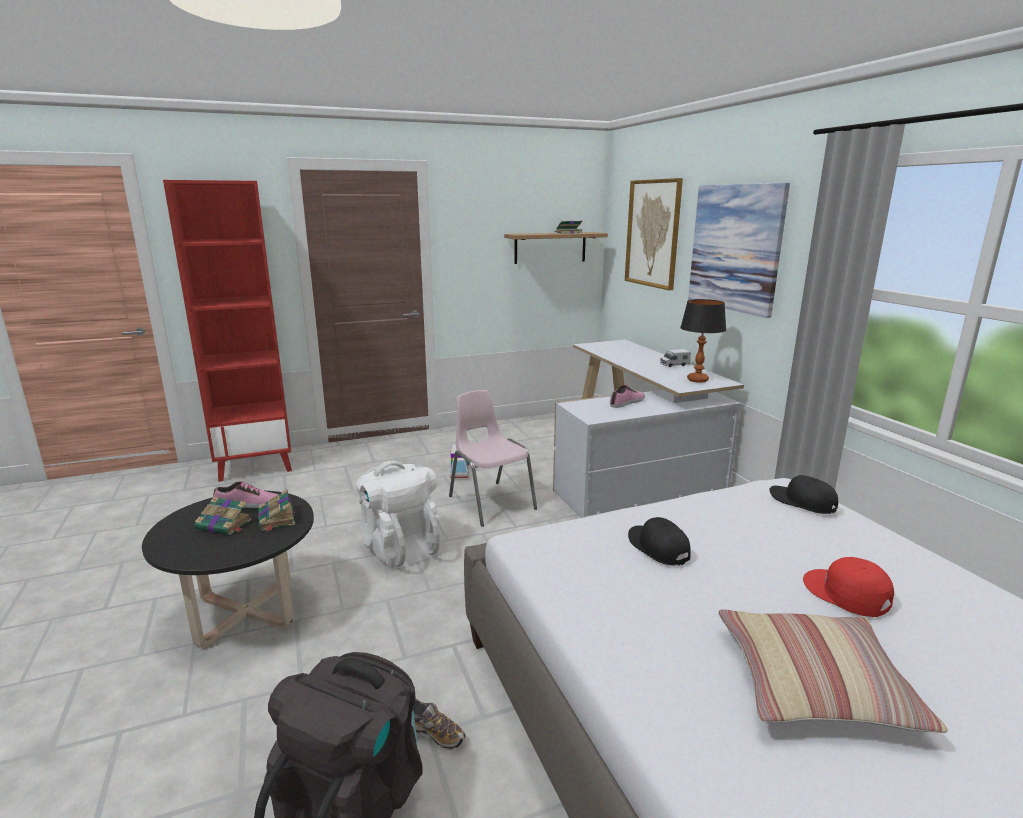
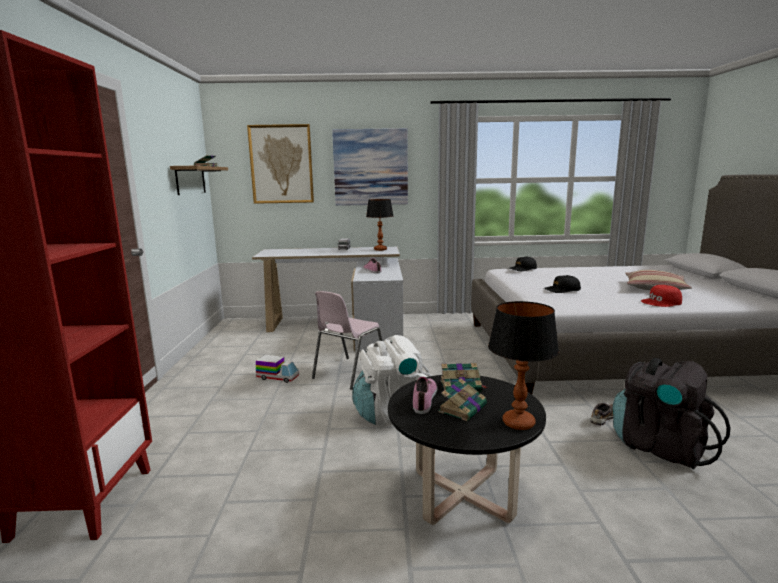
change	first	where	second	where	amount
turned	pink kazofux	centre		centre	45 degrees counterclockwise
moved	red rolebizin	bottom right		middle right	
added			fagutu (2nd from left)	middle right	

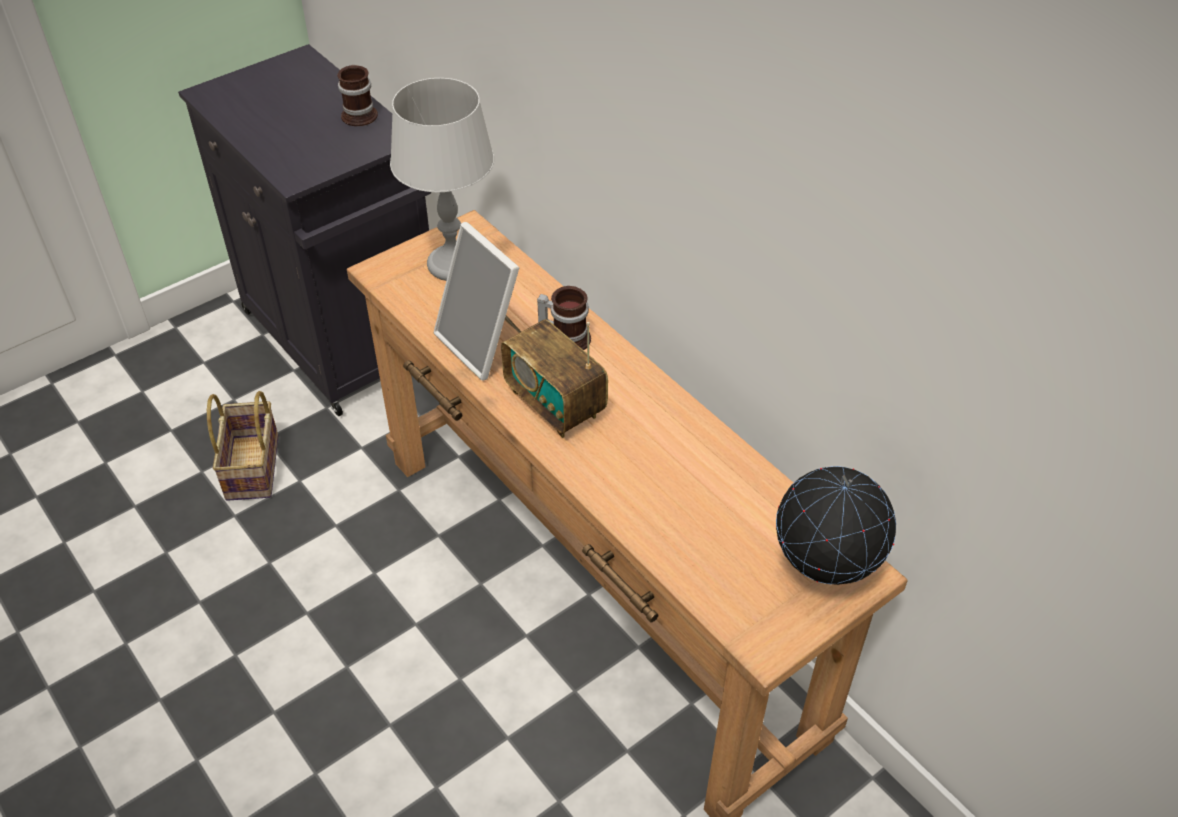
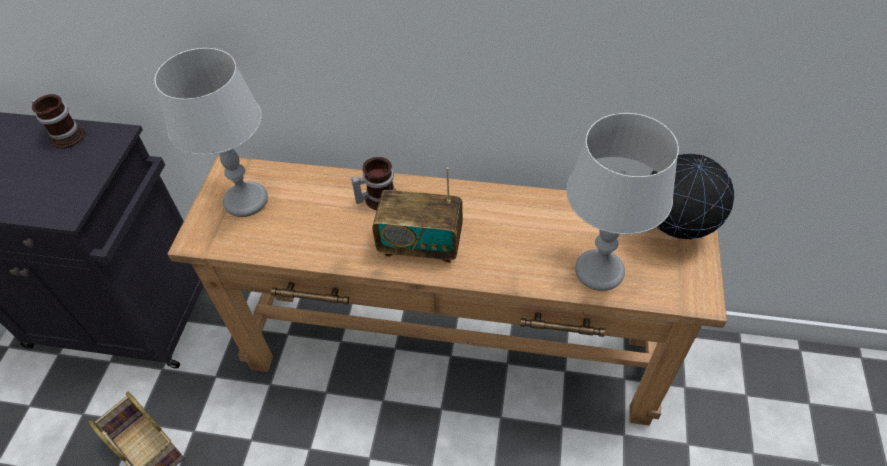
change	first	where	second	where	amount
removed	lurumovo	centre			
added			grey fagutu (2nd from left)	middle right	

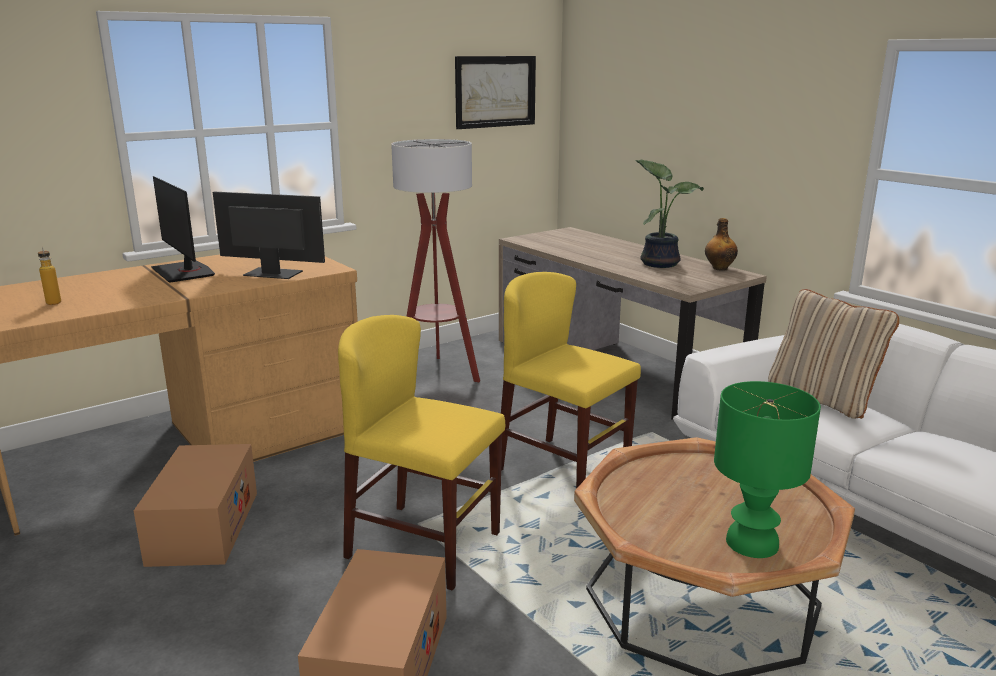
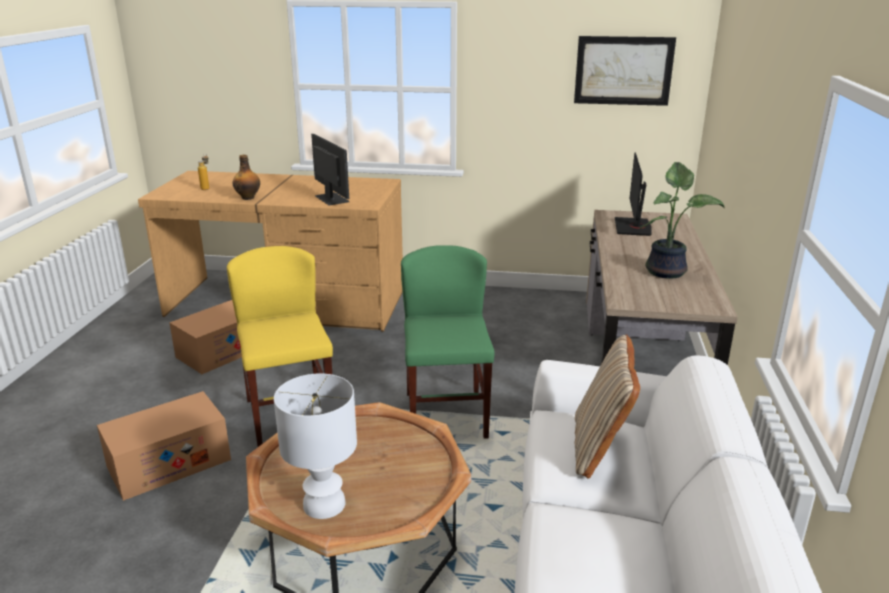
change	first	where	second	where	amount
removed	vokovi	centre			
moved	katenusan (1st from left in the first image)	middle left	katenusan (2nd from left)	top right	
moved	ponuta (2nd from left)	middle right		top left	
recoloured	yellow kazofux (2nd from left)	centre	green kazofux	centre	
recoloured	green fagutu	bottom right	white fagutu	bottom centre	

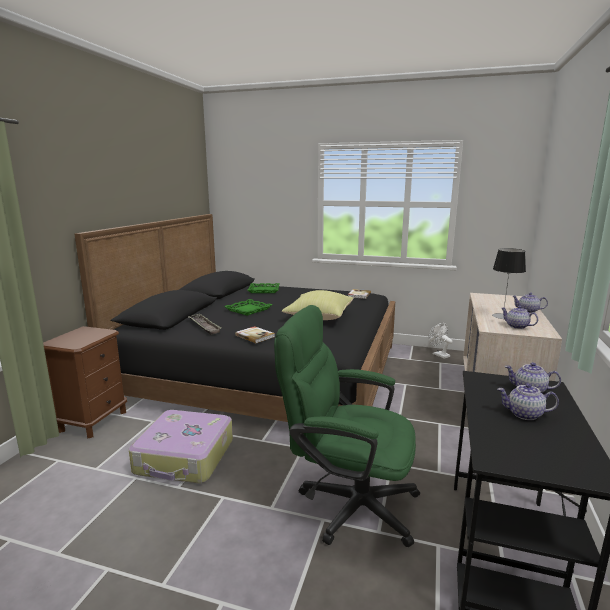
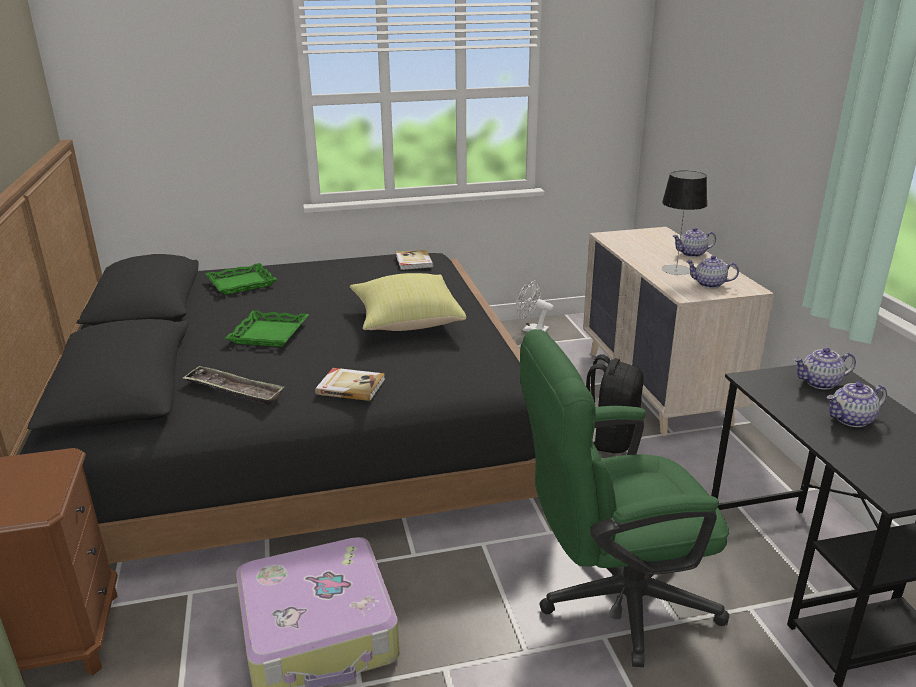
change	first	where	second	where	amount
added			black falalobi	middle right	

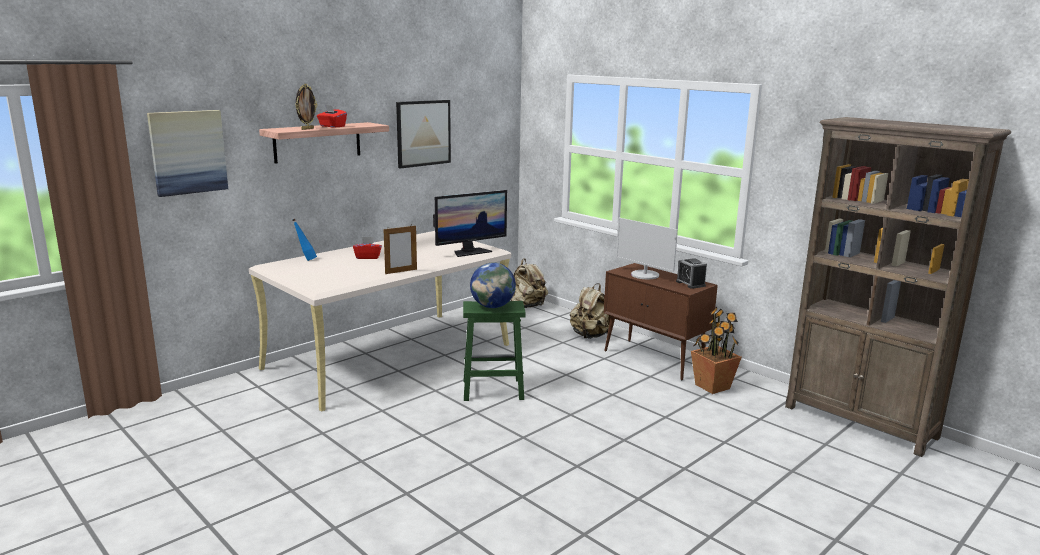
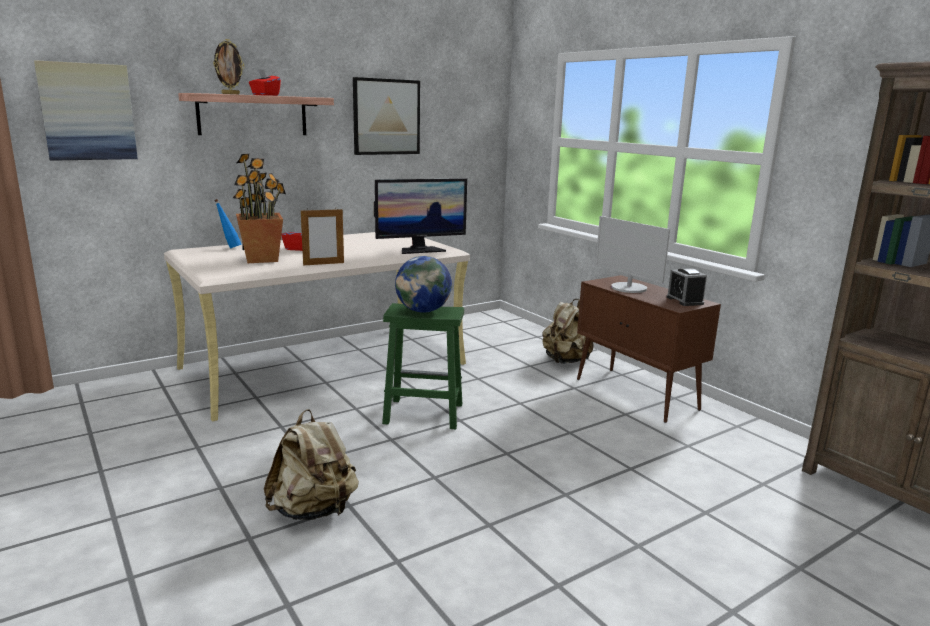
change	first	where	second	where	amount
moved	beige falalobi (1st from left)	centre		bottom centre	
moved	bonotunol	middle right		top left	

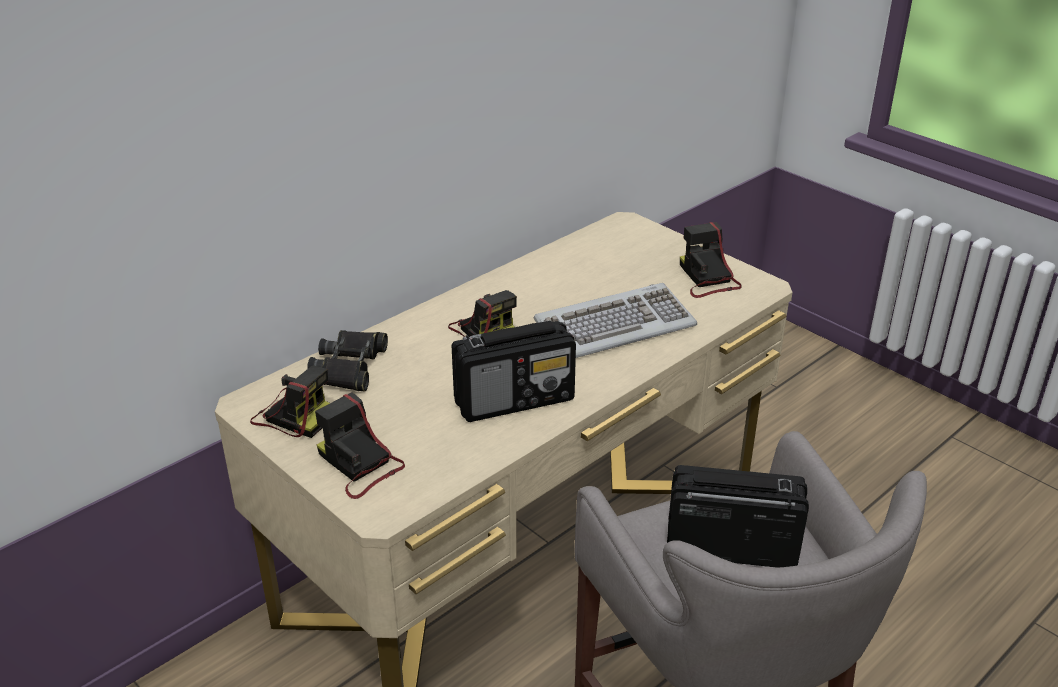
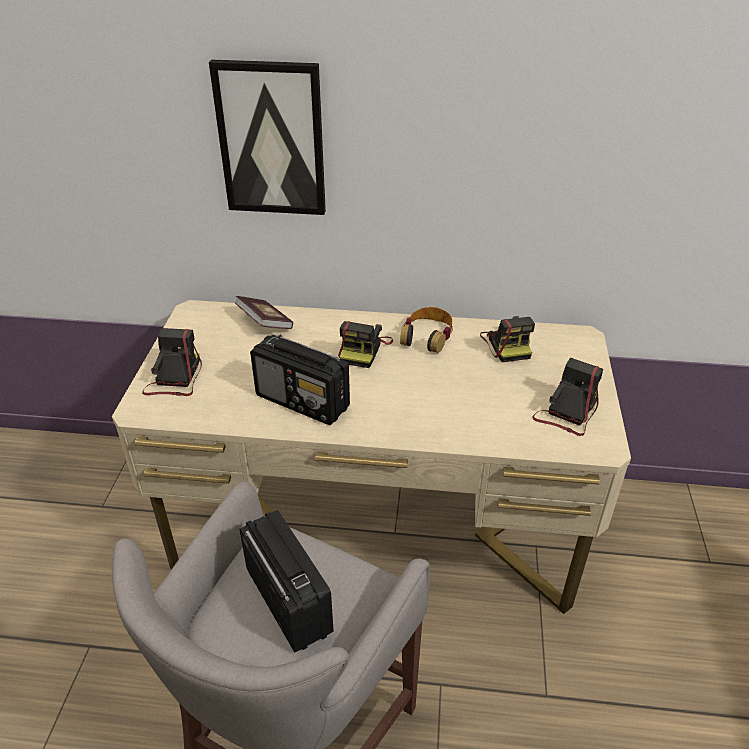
change	first	where	second	where	amount
removed	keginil	centre			
replaced	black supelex	middle left	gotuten	centre	
moved	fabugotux (1st from left in the first image)	middle left	fabugotux (3rd from left)	middle right	
added			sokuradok	top centre	
added			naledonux	centre	

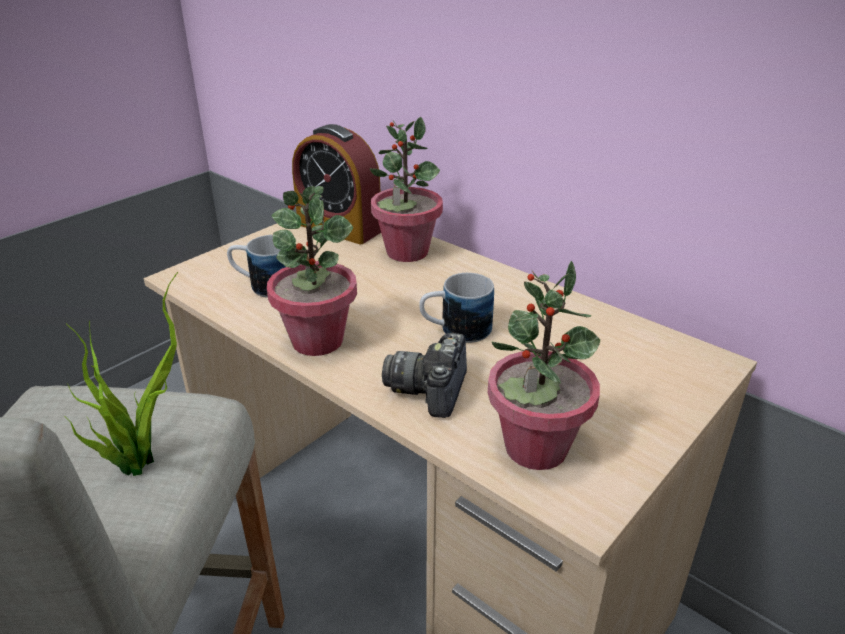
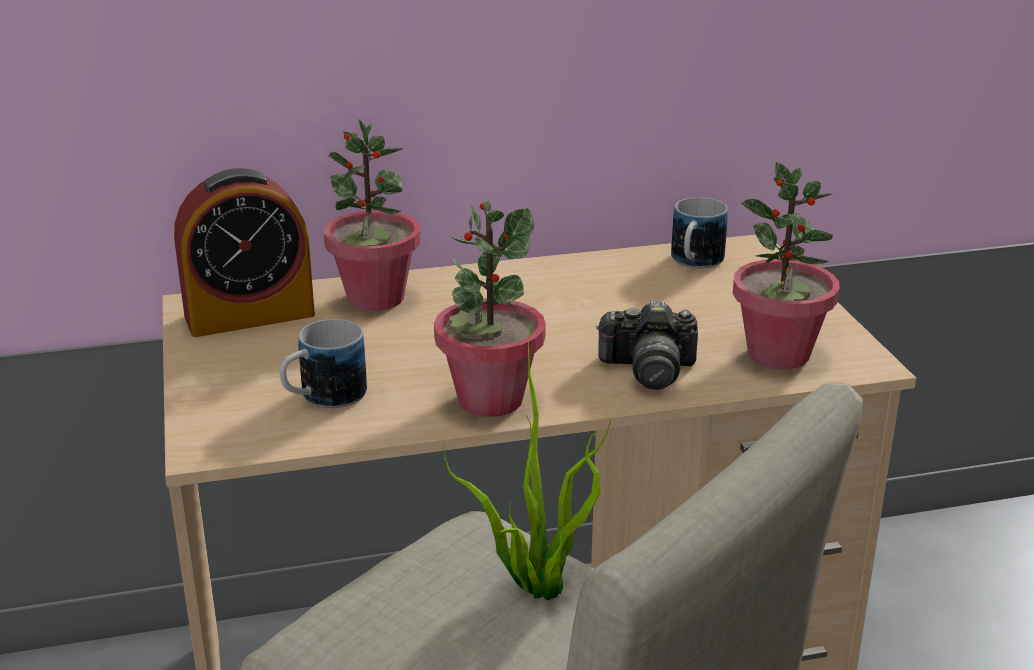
change	first	where	second	where	amount
moved	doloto (2nd from left)	centre		middle right	
turned	fabugotux	centre		centre	45 degrees counterclockwise

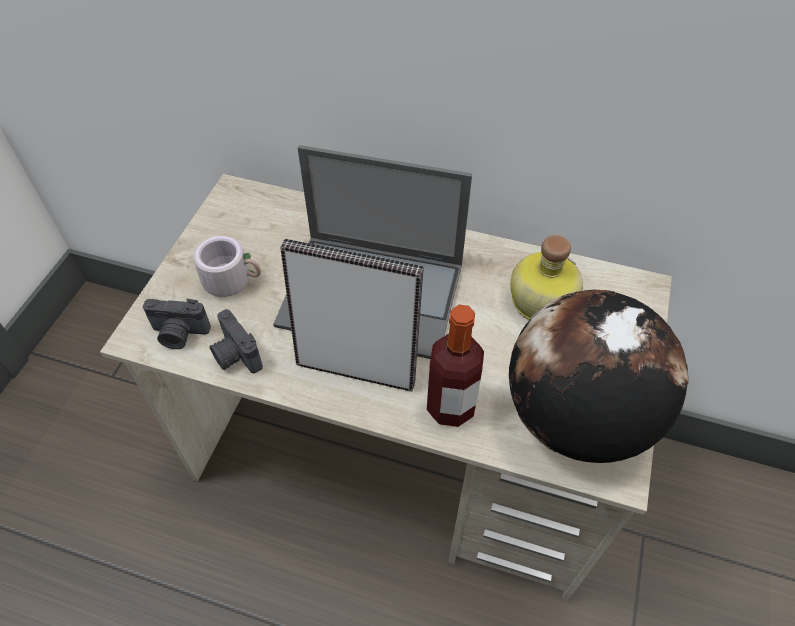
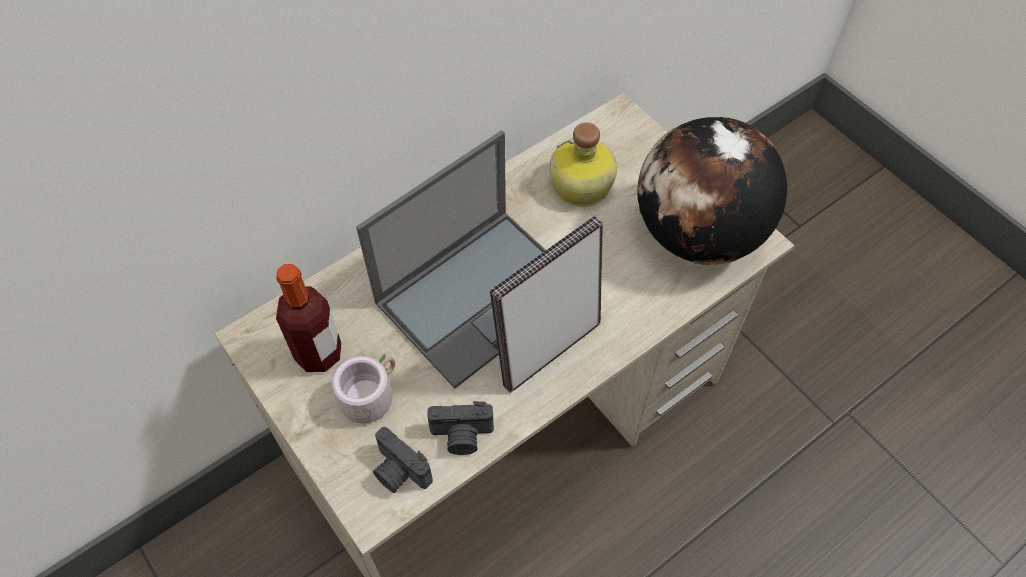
change	first	where	second	where	amount
turned	fabugotux (1st from left)	middle left		bottom centre	90 degrees clockwise
moved	ponuta (1st from left)	centre		middle left	

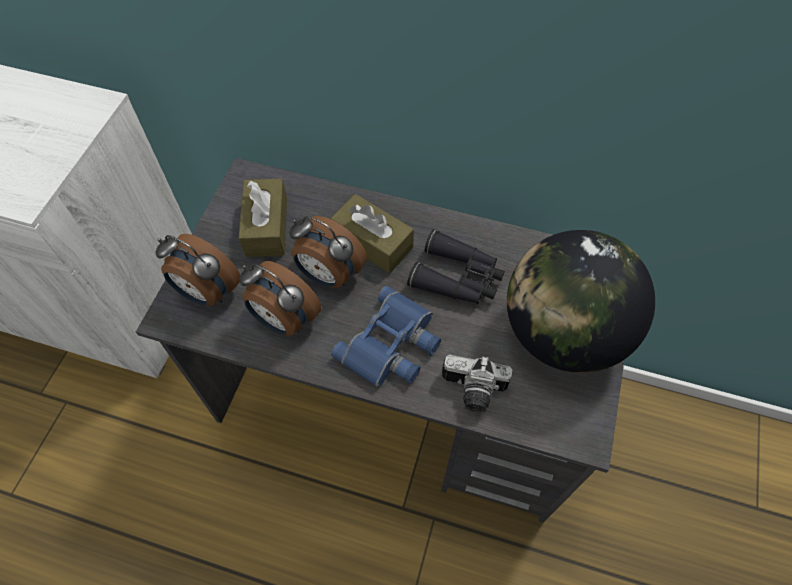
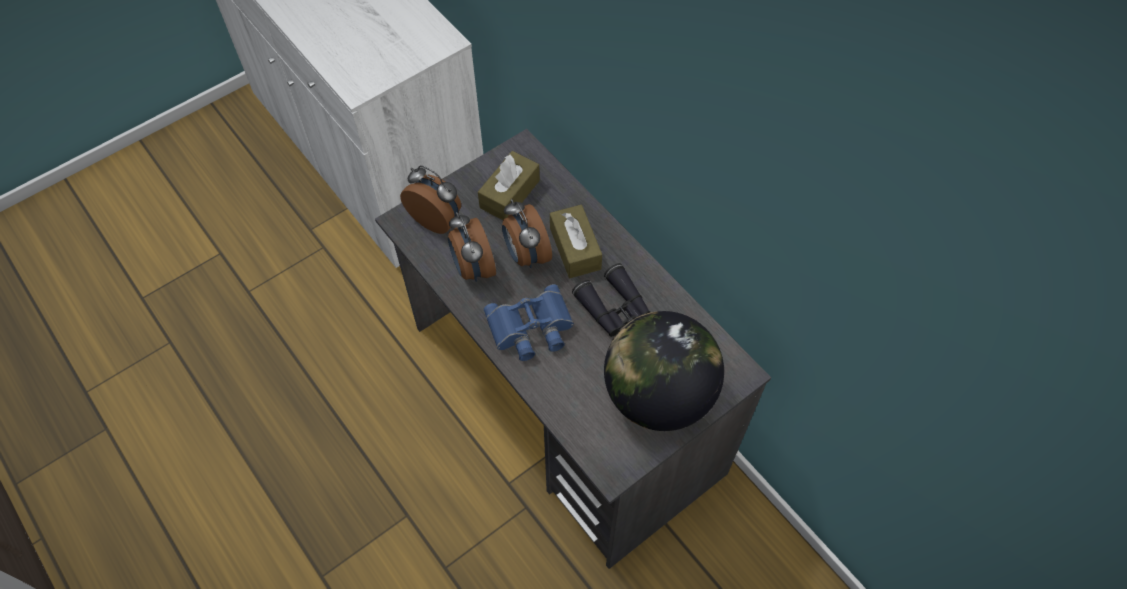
change	first	where	second	where	amount
turned	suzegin (1st from left)	middle left		centre	150 degrees clockwise
removed	fabugotux	centre			

